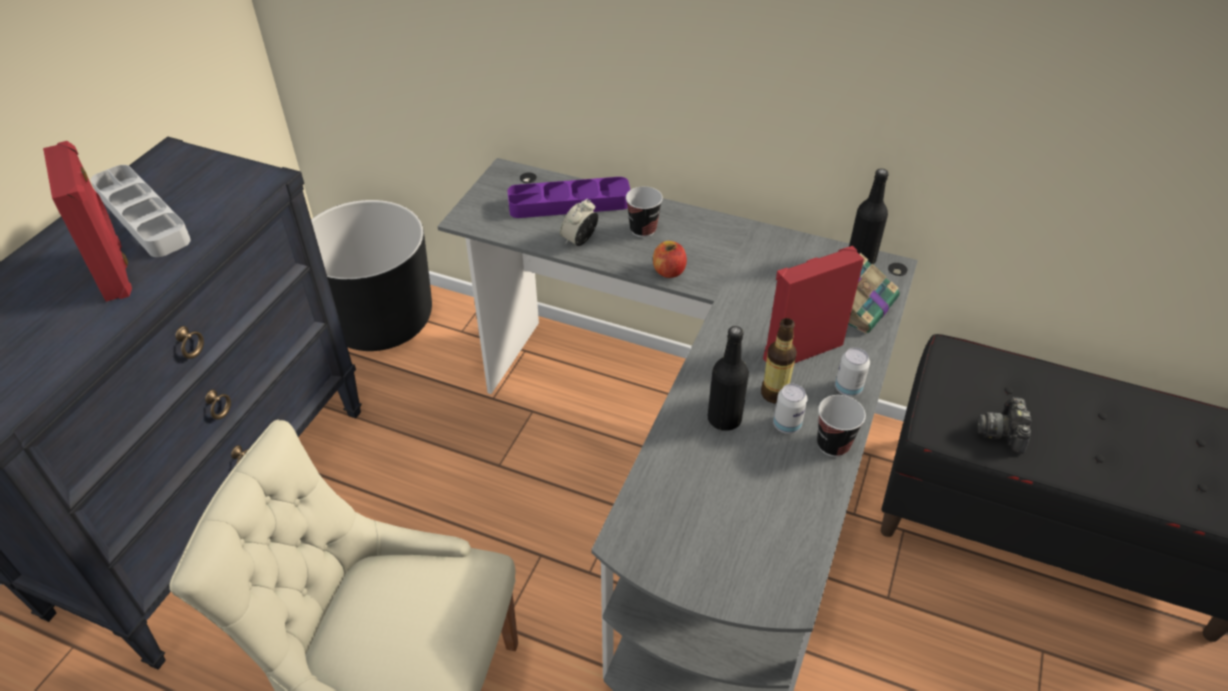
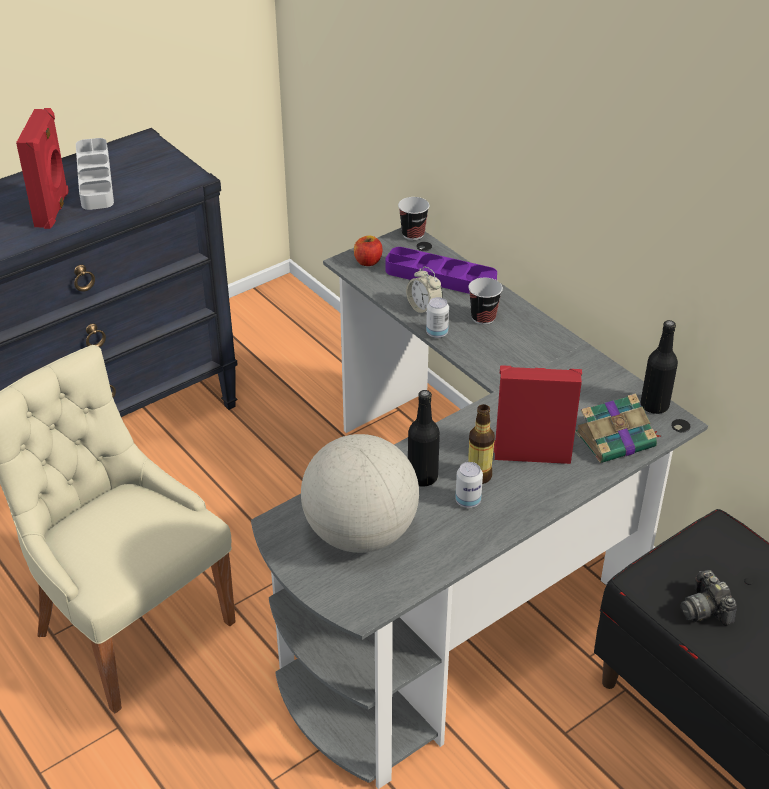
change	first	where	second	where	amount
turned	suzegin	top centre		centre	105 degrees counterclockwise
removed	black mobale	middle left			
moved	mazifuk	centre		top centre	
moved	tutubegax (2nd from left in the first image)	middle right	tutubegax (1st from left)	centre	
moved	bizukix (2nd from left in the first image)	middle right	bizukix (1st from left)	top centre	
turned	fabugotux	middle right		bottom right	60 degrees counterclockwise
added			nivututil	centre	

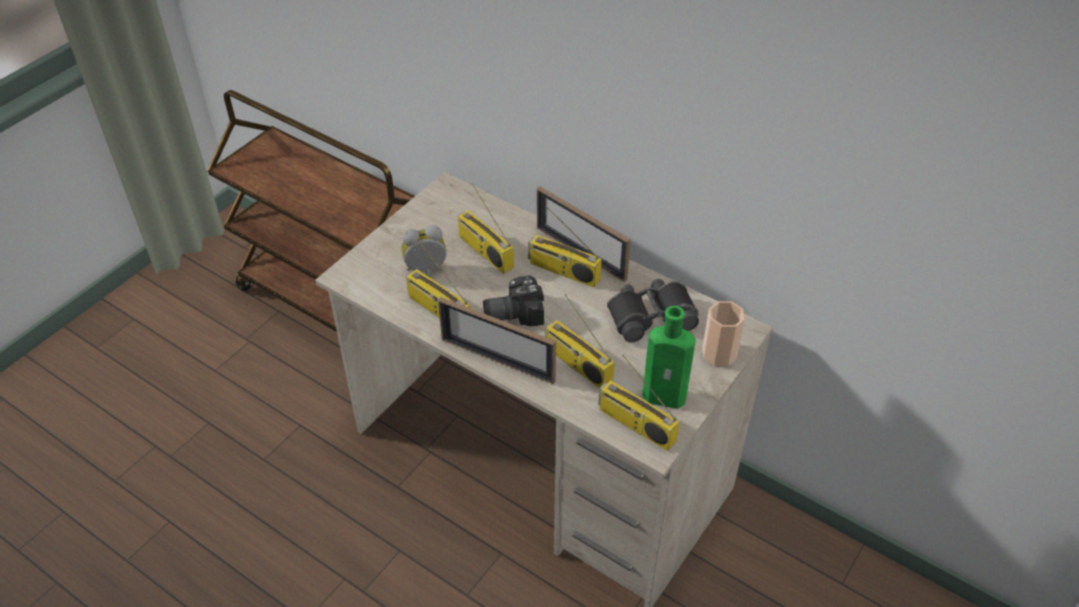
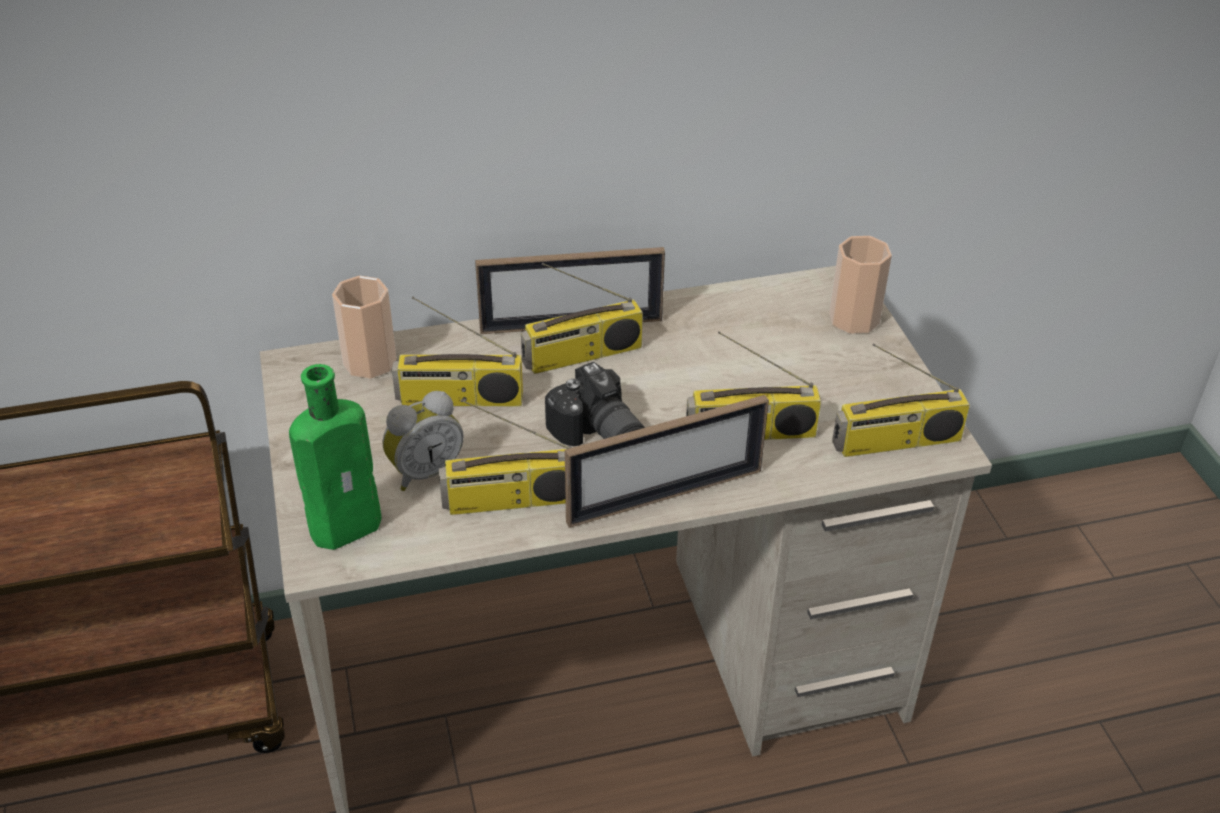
change	first	where	second	where	amount
turned	suzegin	centre		centre	150 degrees counterclockwise
turned	fabugotux	centre		centre	60 degrees counterclockwise
removed	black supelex	centre			
moved	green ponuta	centre		middle left	
added			bizukix (1st from left)	middle left	

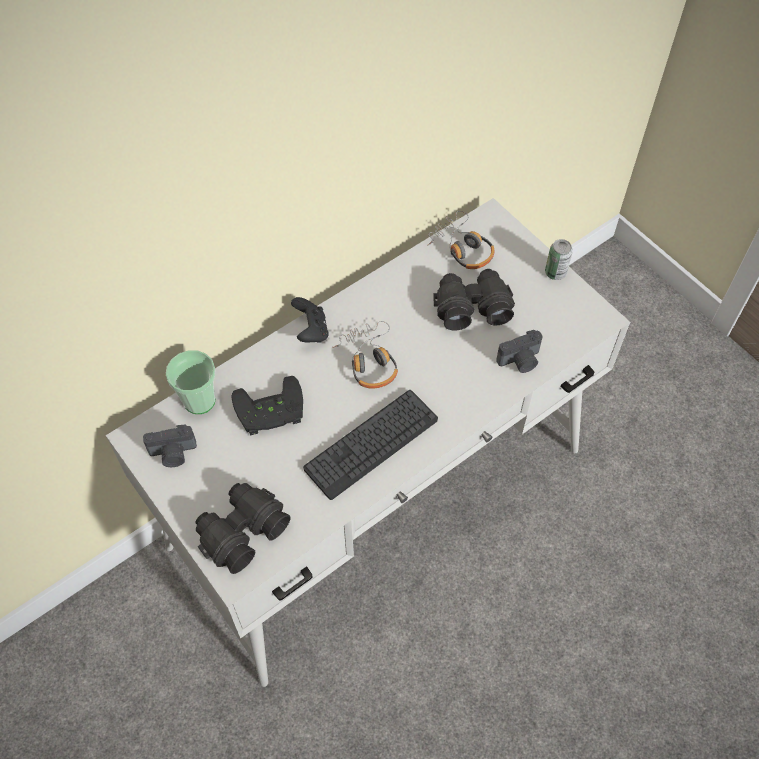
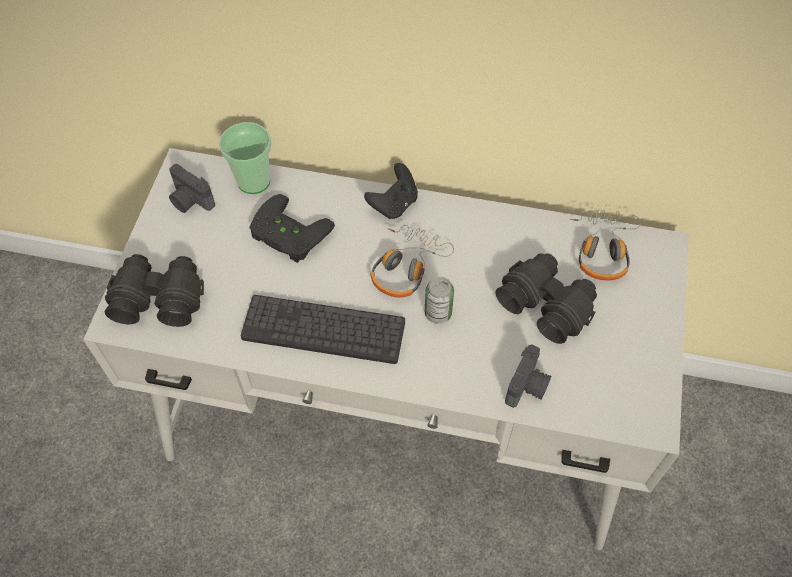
change	first	where	second	where	amount
moved	tutubegax	middle right		centre	
turned	fabugotux (2nd from left)	middle right		middle right	90 degrees counterclockwise

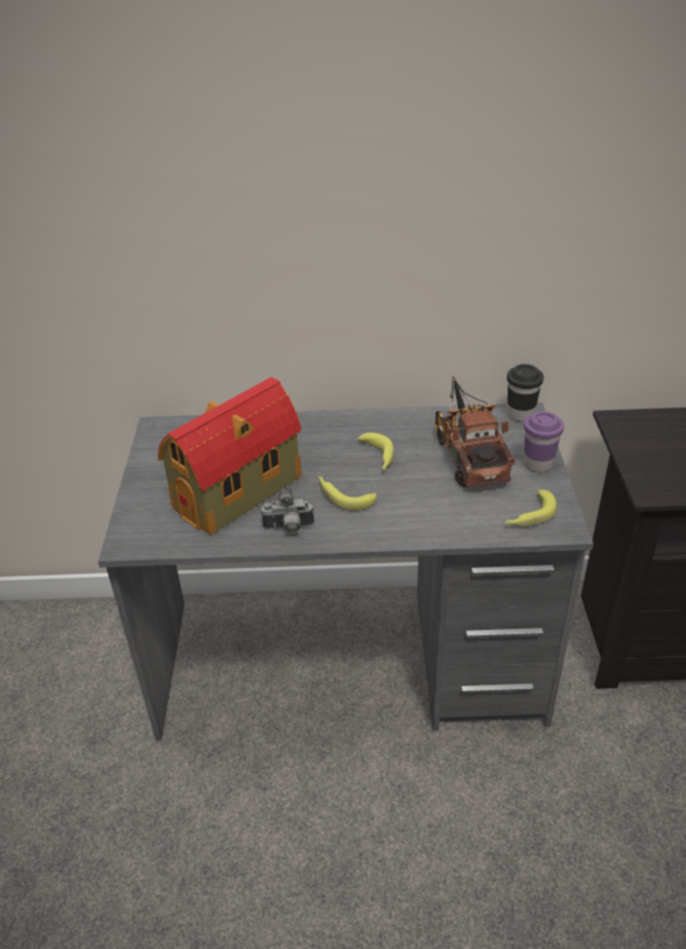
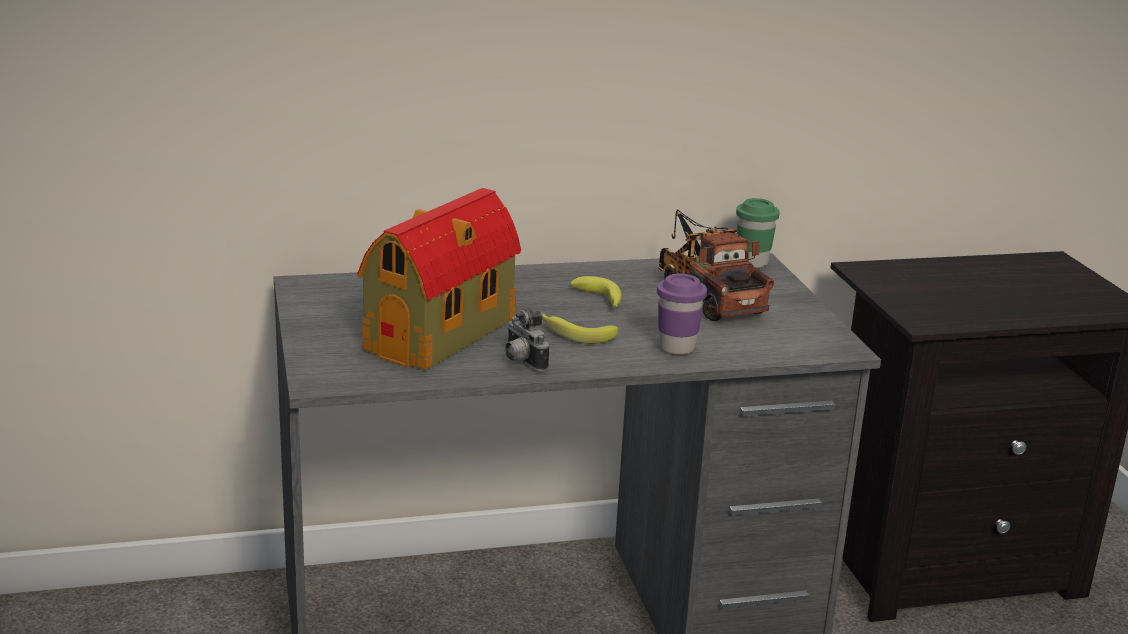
change	first	where	second	where	amount
recoloured	black bizukix	middle right	green bizukix	middle right	
moved	purple bizukix	middle right		centre	
turned	fabugotux	centre		centre	75 degrees clockwise
removed	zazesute (3rd from left)	middle right			

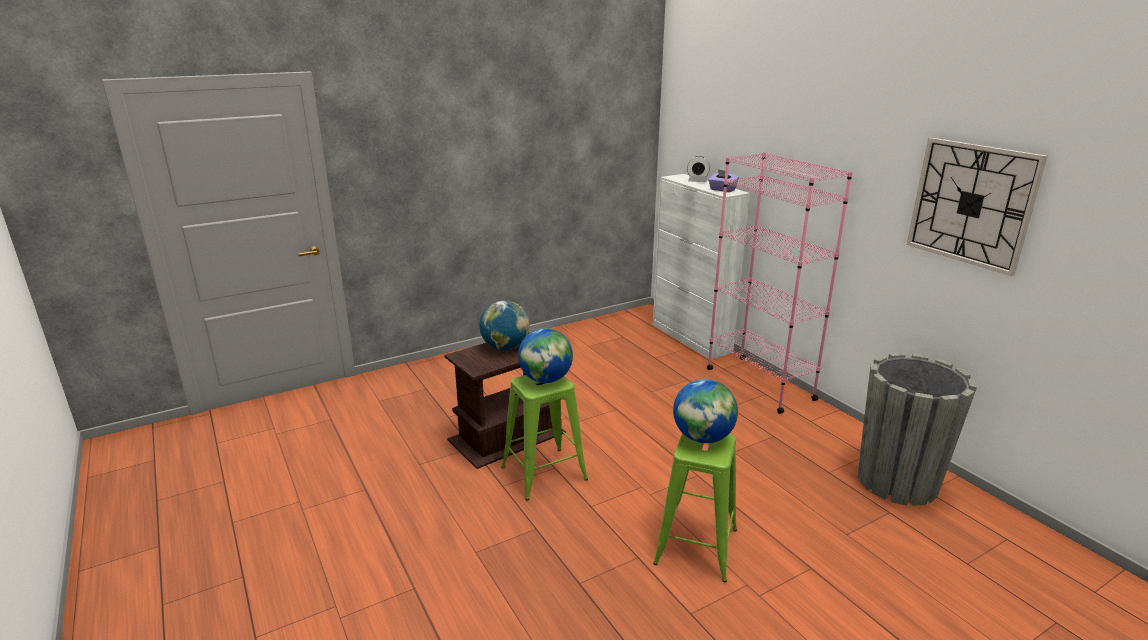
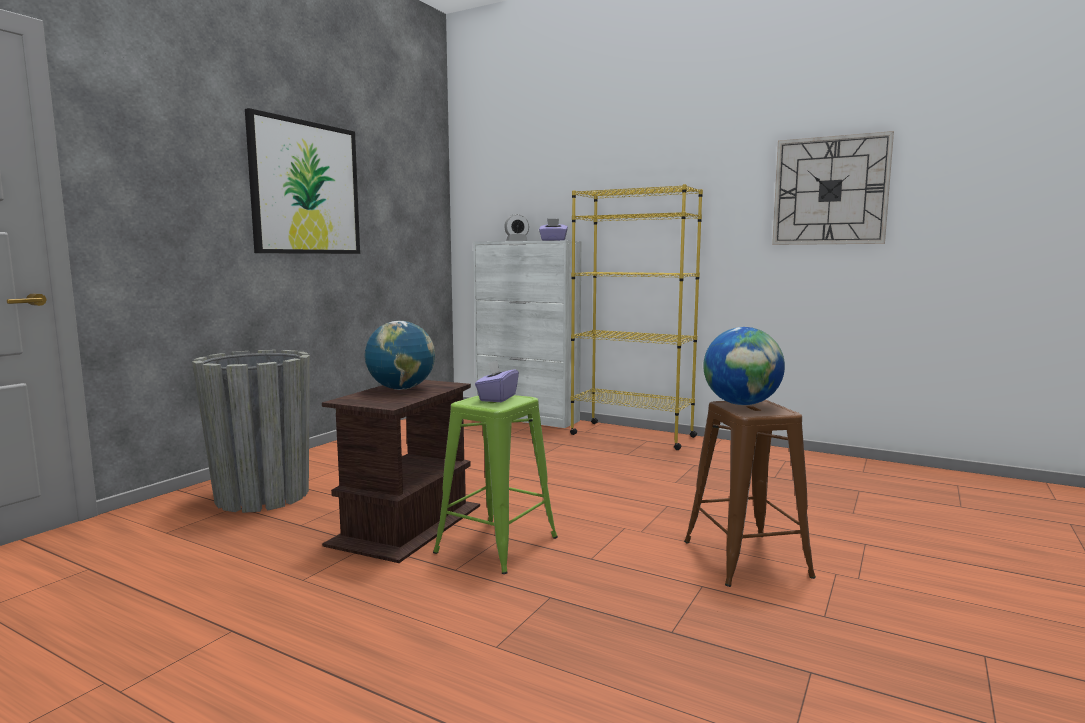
change	first	where	second	where	amount
recoloured	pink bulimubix	middle right	yellow bulimubix	centre	
replaced	nivututil (2nd from left)	centre	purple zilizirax (1st from left)	centre	
moved	grey mobale	bottom right		middle left	
recoloured	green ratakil (2nd from left)	bottom centre	brown ratakil	bottom right	
added			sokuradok	top left	

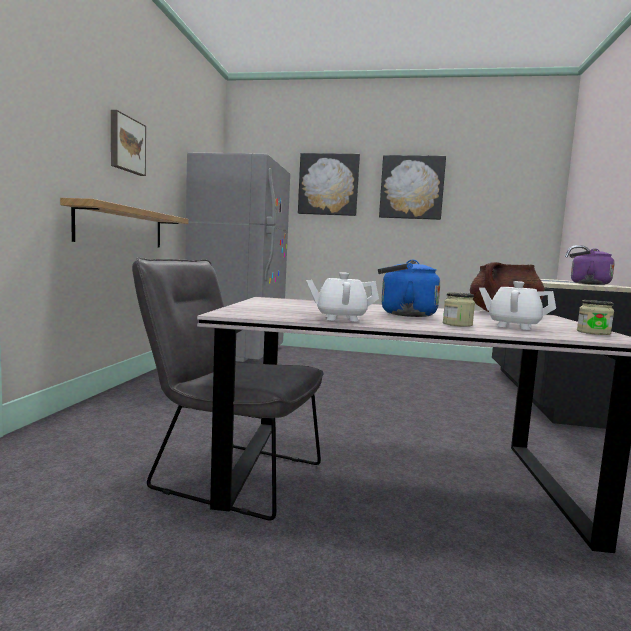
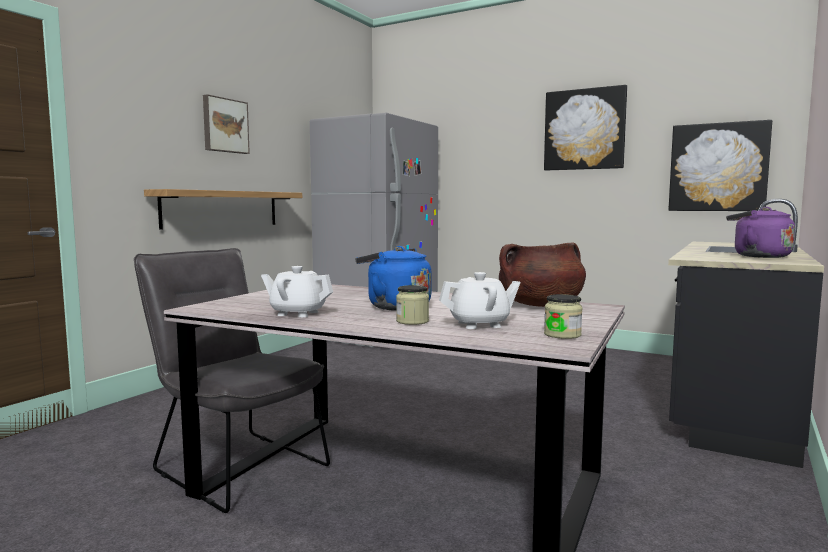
change	first	where	second	where	amount
moved	sokuradok (2nd from left in the first image)	top centre	sokuradok (3rd from left)	top right	
turned	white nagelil (2nd from left)	middle right		centre	120 degrees clockwise

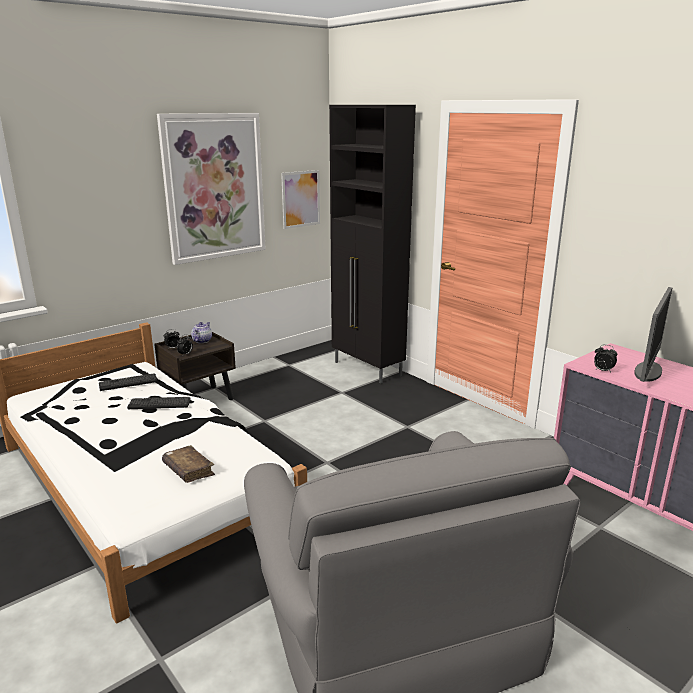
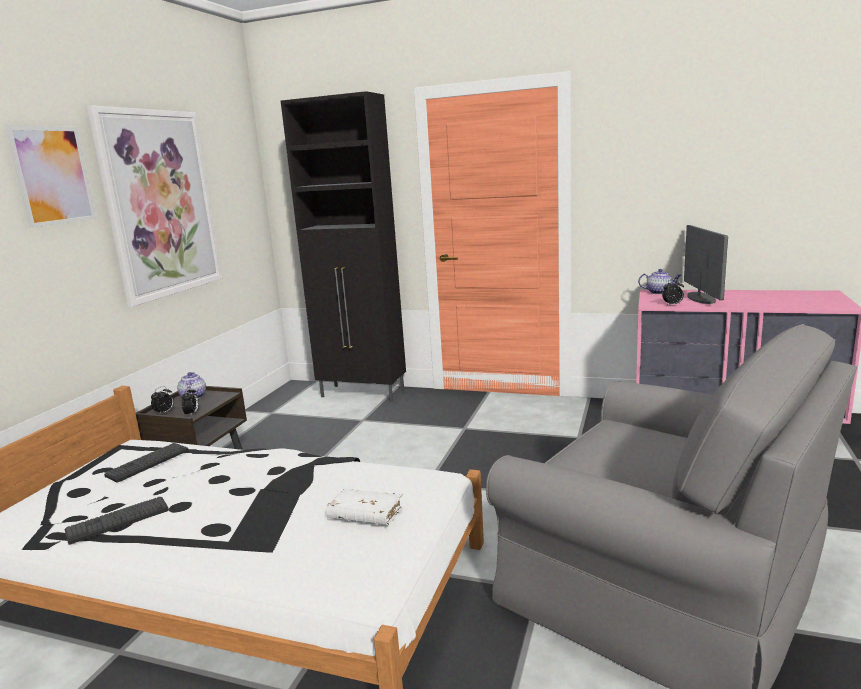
change	first	where	second	where	amount
moved	sokuradok (2nd from left in the first image)	top centre	sokuradok (1st from left)	top left	
moved	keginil (2nd from left in the first image)	middle left	keginil (1st from left)	bottom left	
recoloured	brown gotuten	bottom left	white gotuten	bottom centre	
added			nagelil (2nd from left)	middle right	

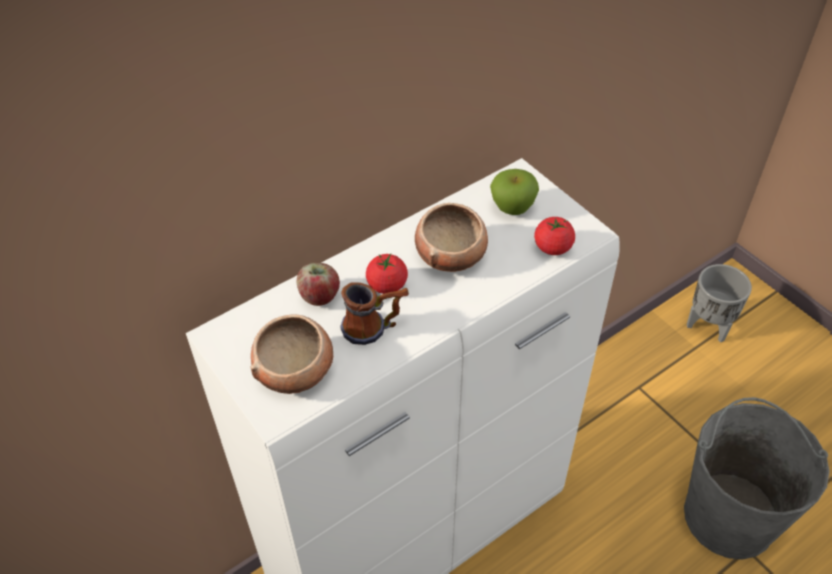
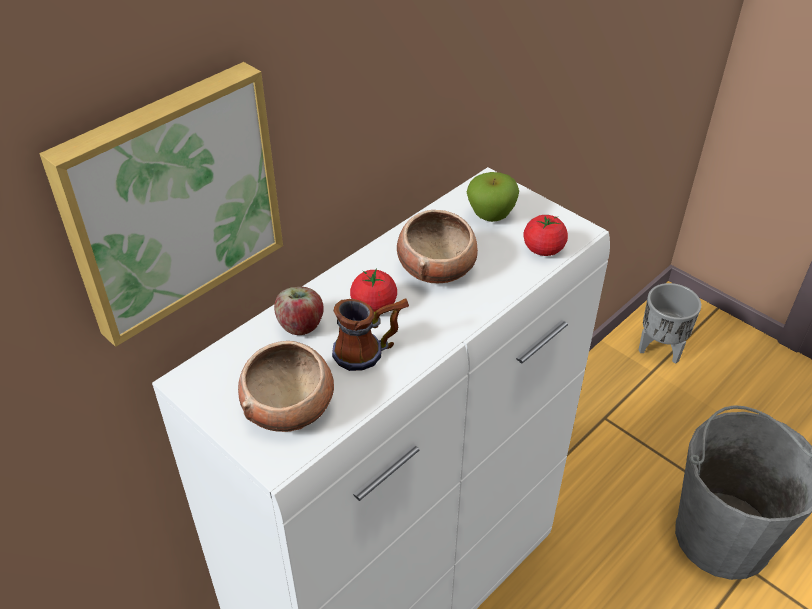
change	first	where	second	where	amount
added			sokuradok	middle left	

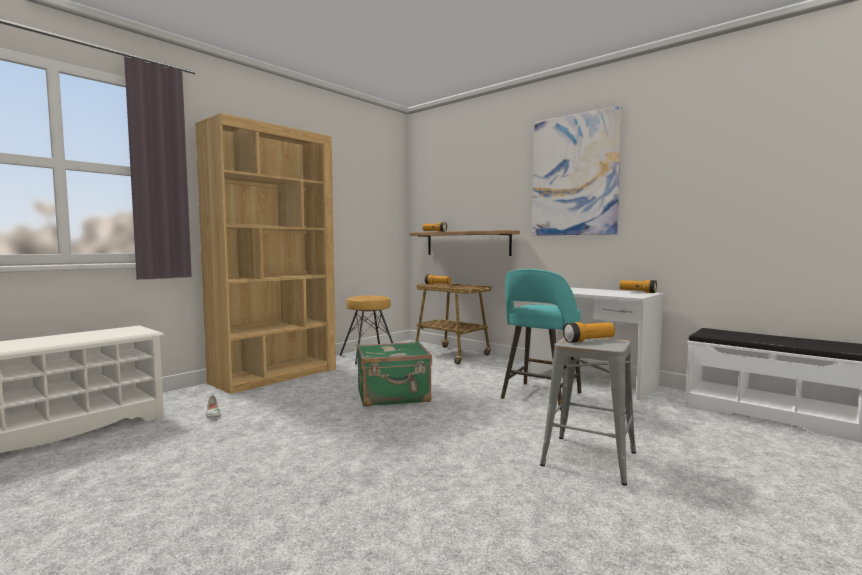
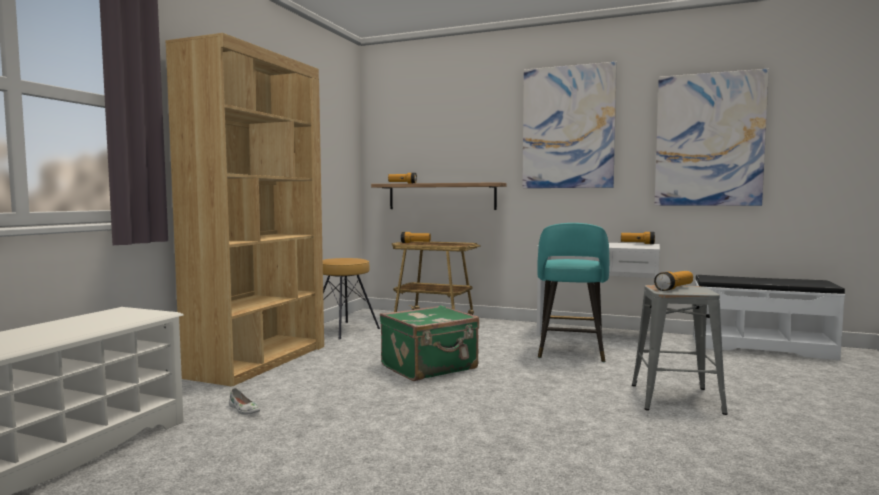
change	first	where	second	where	amount
added			sokuradok (2nd from left)	top right	

